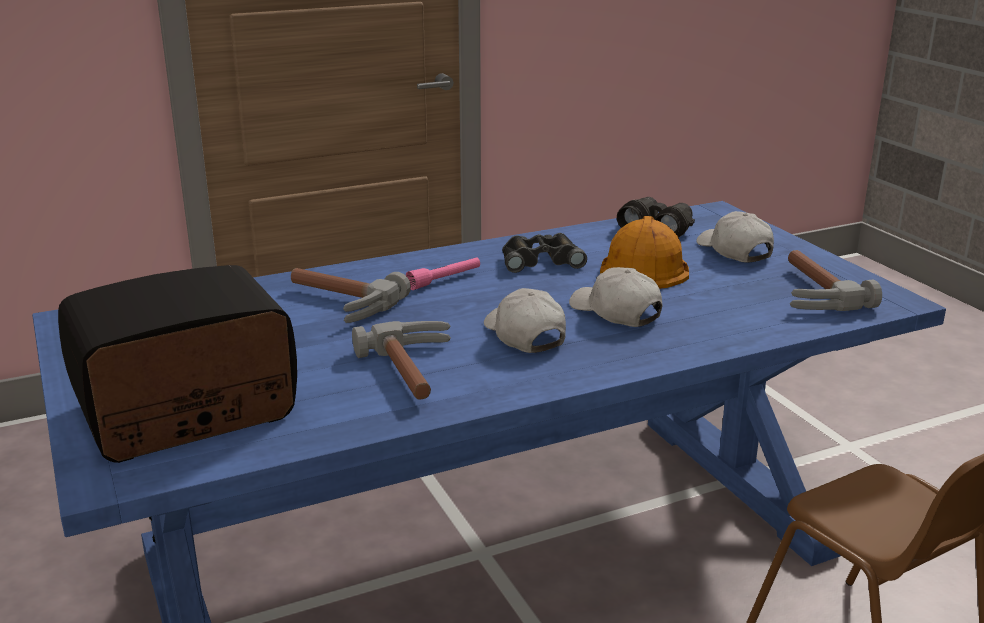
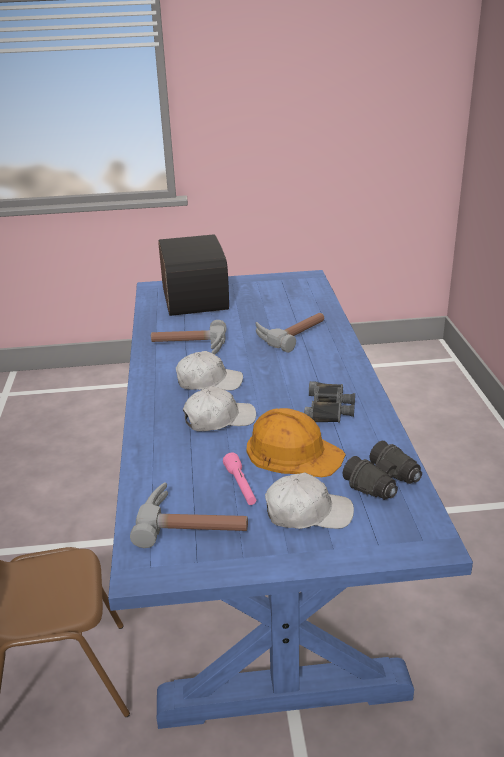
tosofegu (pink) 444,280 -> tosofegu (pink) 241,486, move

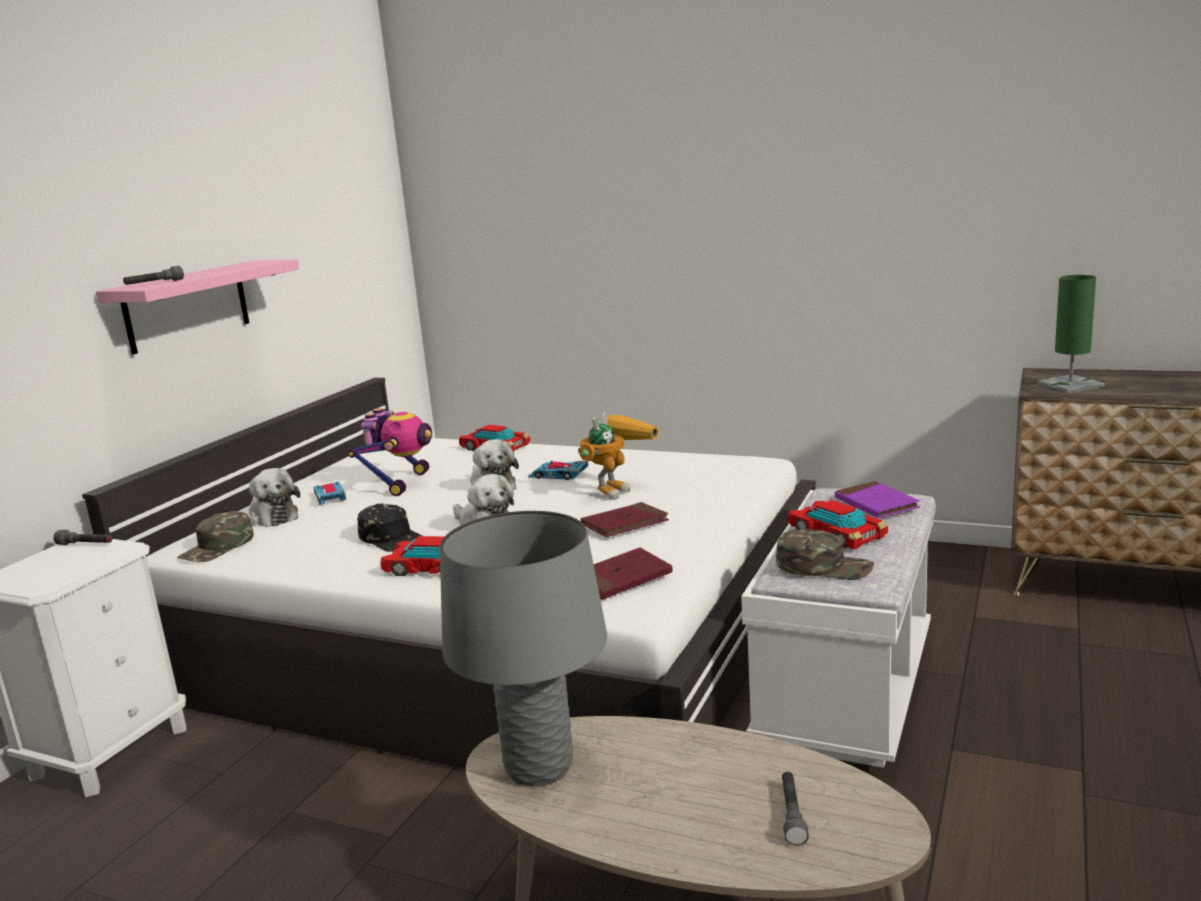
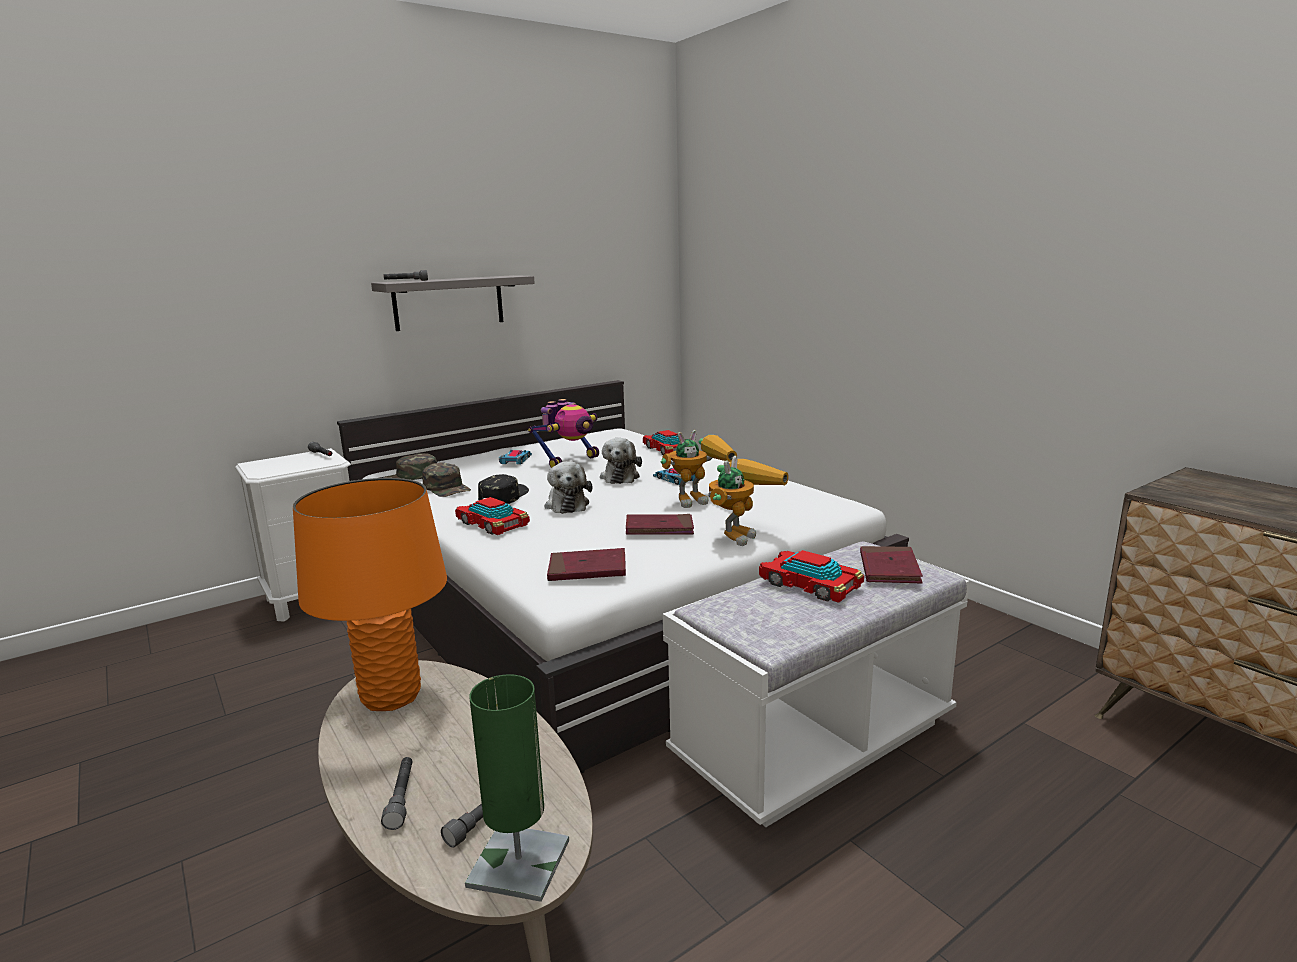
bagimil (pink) 187,306 -> bagimil (grey) 449,302
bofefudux 272,516 -> none
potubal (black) 392,538 -> potubal (black) 503,497, 150 degrees counterclockwise
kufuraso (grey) 539,767 -> kufuraso (orange) 391,696
potubal (green) 824,566 -> potubal (green) 447,488, move
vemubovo 836,533 -> vemubovo 810,584, 45 degrees counterclockwise
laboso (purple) 876,504 -> laboso (red) 889,569
kufuraso (green) 1070,385 -> kufuraso (green) 519,863, move
none -> tosofegu (grey) 401,798
none -> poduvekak 740,533

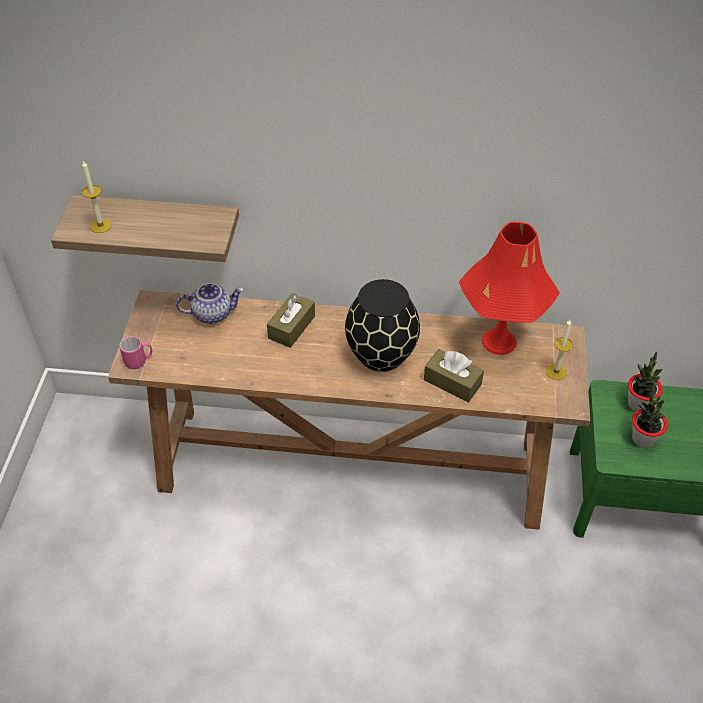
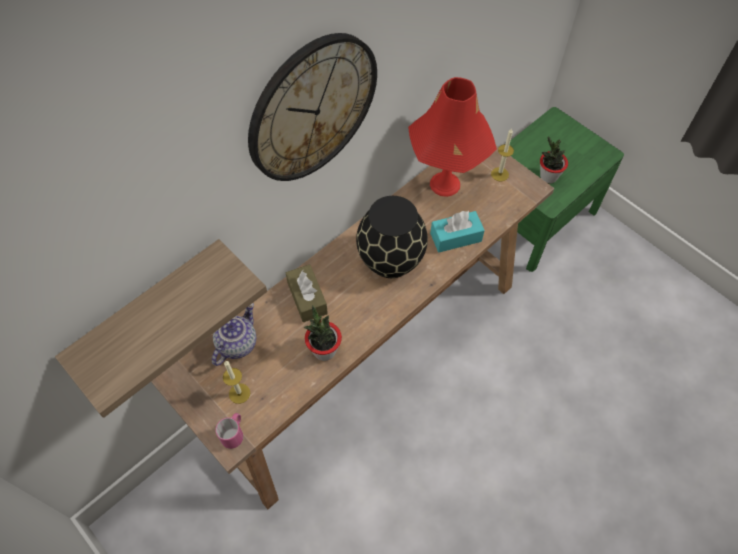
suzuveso 100,225 -> suzuveso 239,393, move
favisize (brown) 452,382 -> favisize (turquoise) 455,237
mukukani 638,404 -> mukukani 324,350, move
none -> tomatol 312,108

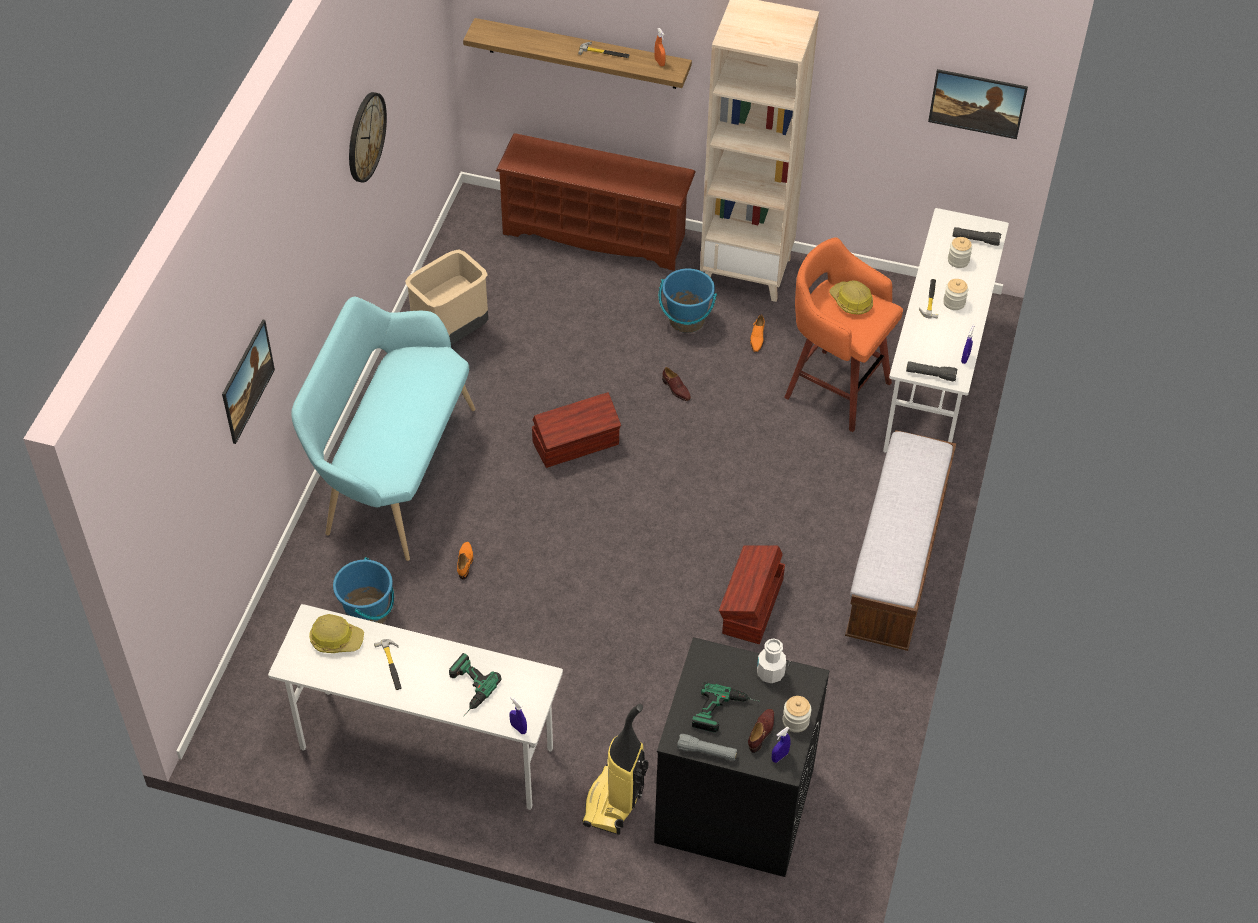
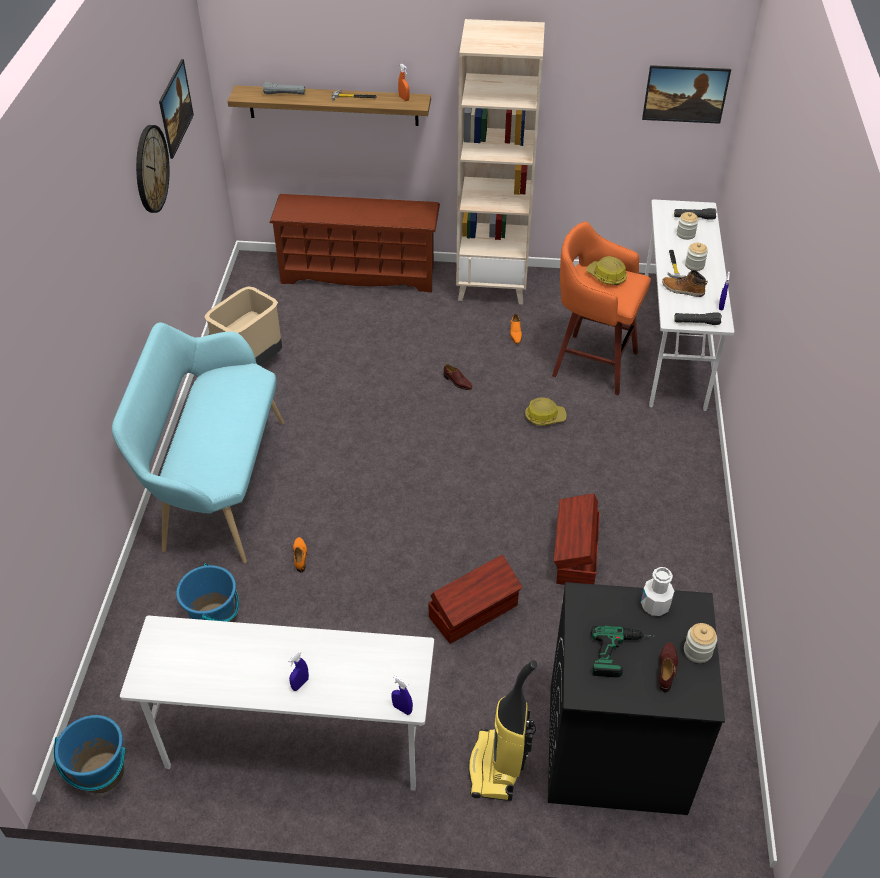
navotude 250,393 -> navotude 178,122, move
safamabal 336,639 -> safamabal 544,416, move
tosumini 392,665 -> none
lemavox 466,689 -> none
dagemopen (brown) 577,444 -> dagemopen (brown) 474,612, move
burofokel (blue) 686,320 -> burofokel (blue) 102,773, move
tosofegu (grey) 707,752 -> tosofegu (grey) 284,94, move
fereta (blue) 780,756 -> fereta (blue) 300,684, move
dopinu 896,563 -> none
none -> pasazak 682,290

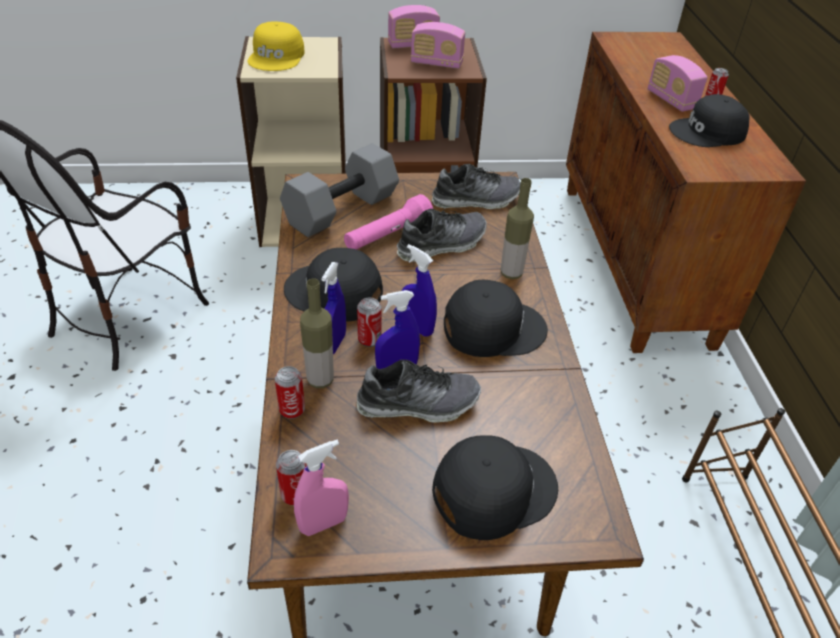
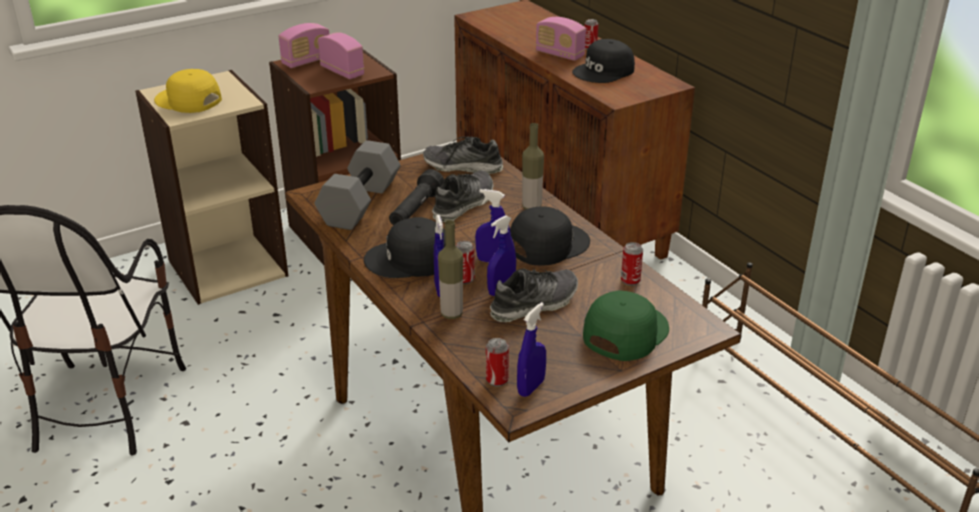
potubal (yellow) 277,57 -> potubal (yellow) 187,100, 135 degrees clockwise
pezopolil 292,410 -> pezopolil 630,280, move
fereta (pink) 323,524 -> fereta (blue) 531,387
tosofegu (pink) 388,236 -> tosofegu (black) 416,210
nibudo 436,63 -> nibudo 342,72, 120 degrees counterclockwise
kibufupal 476,200 -> kibufupal 463,167, 135 degrees counterclockwise
potubal (black) 492,489 -> potubal (green) 624,332

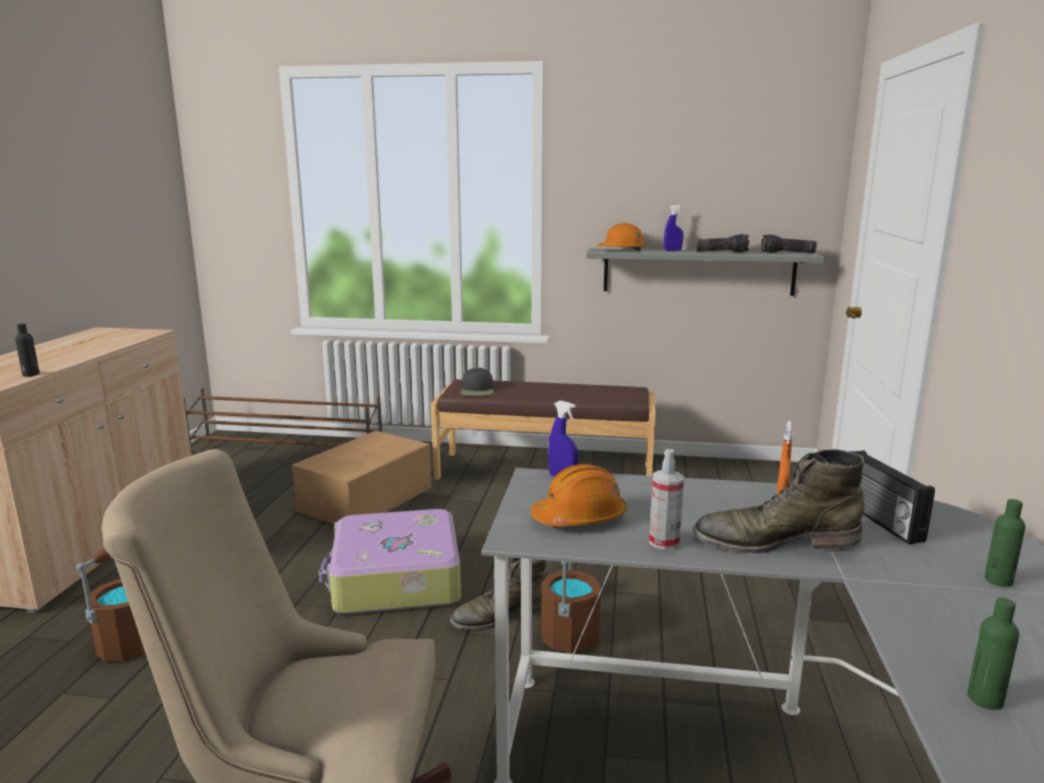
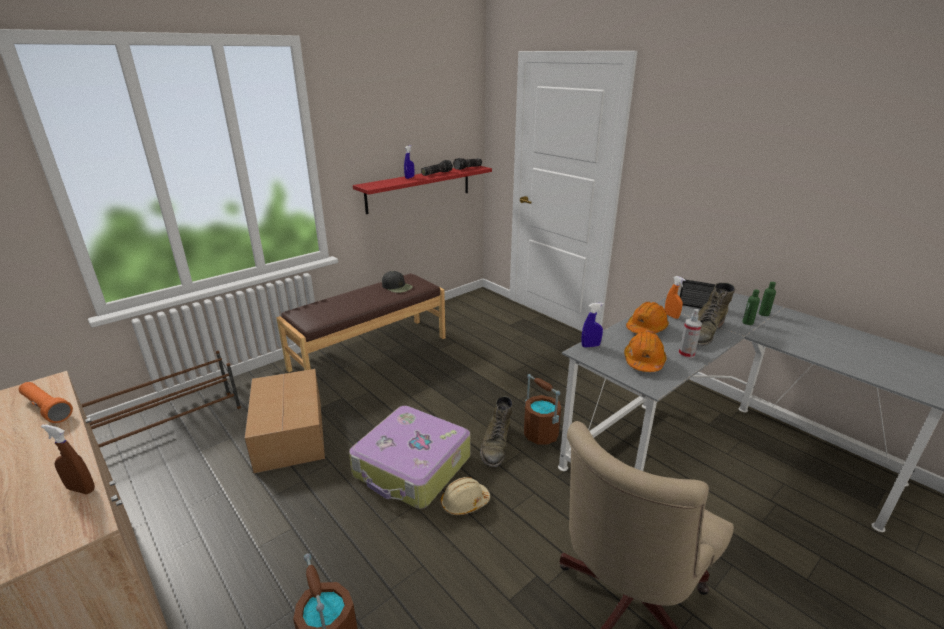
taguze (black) 31,374 -> fereta (brown) 81,489
potubal (black) 477,390 -> potubal (black) 397,287, move
bagimil (grey) 698,271 -> bagimil (red) 419,188
safamabal (orange) 622,250 -> safamabal (orange) 646,328, move
taguze (green) 985,699 -> taguze (green) 747,322, move
none -> tosofegu (orange) 46,408
none -> safamabal (beige) 464,502

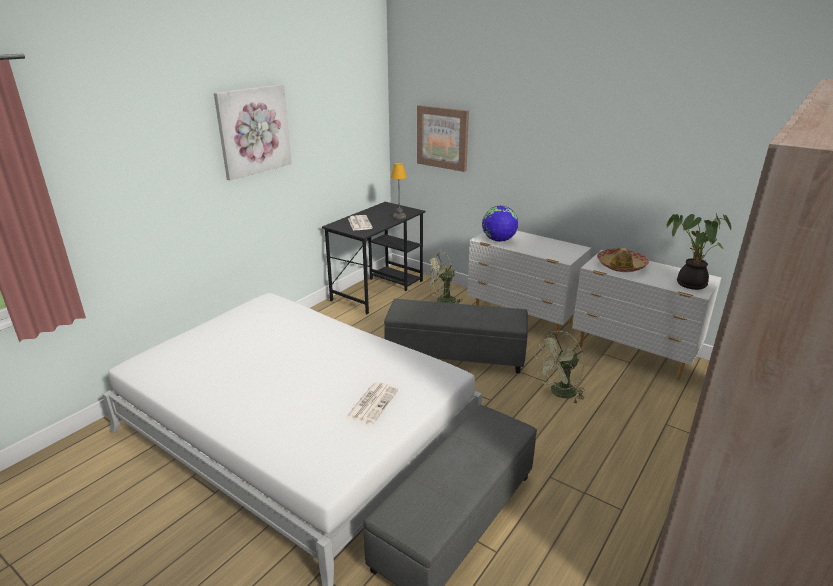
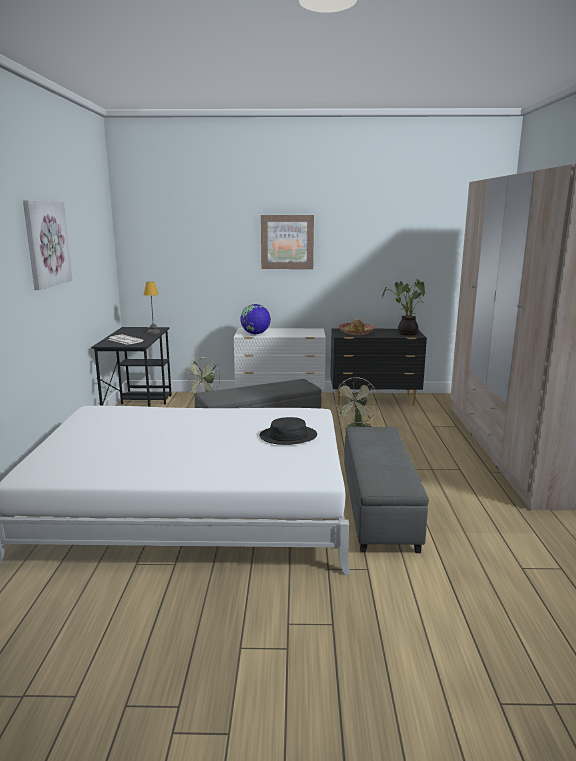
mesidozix 373,402 -> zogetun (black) 288,436
navotude 442,137 -> navotude 287,242, move
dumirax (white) 634,354 -> dumirax (black) 374,400

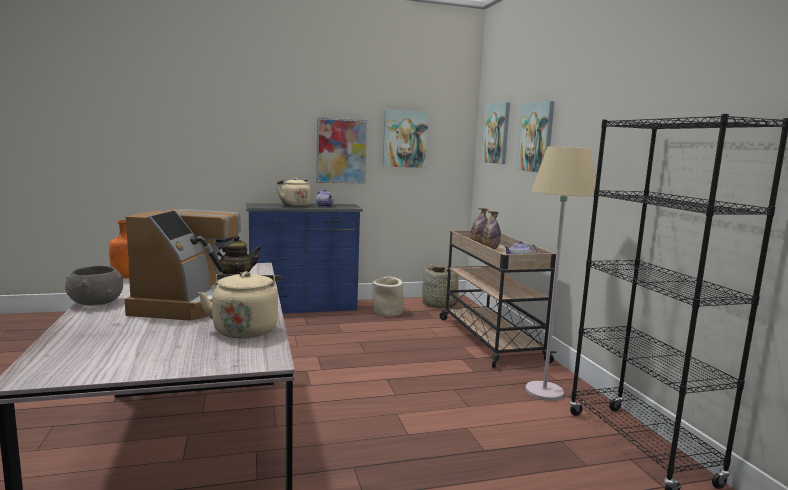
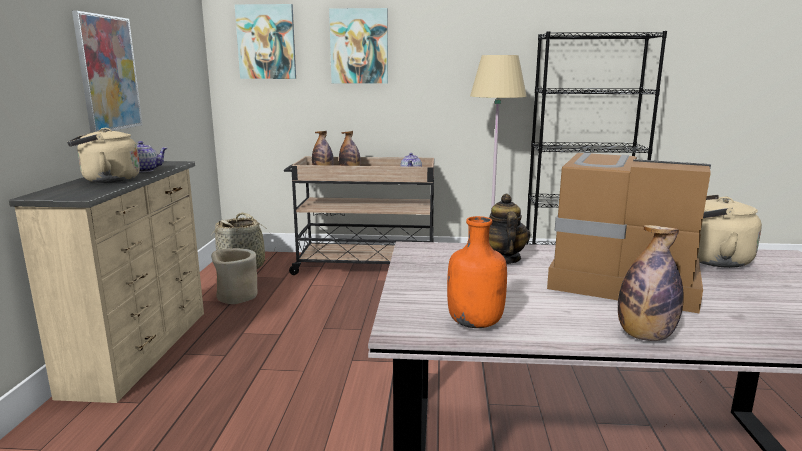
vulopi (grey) 96,302 -> taguze 645,336
dumirax (blue) 304,308 -> dumirax (beige) 143,350
navotude 405,139 -> none

